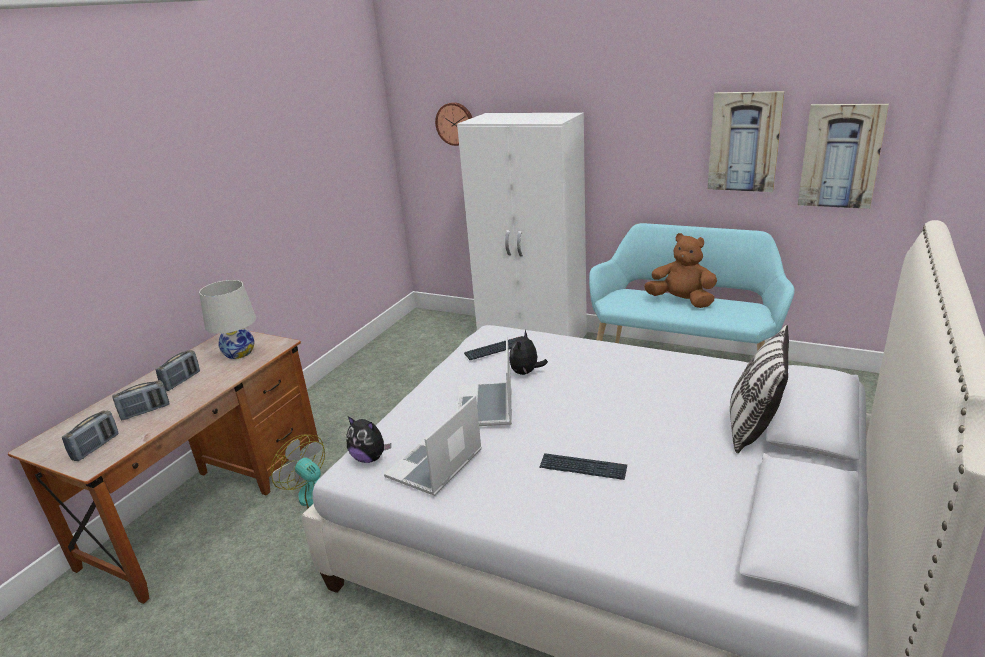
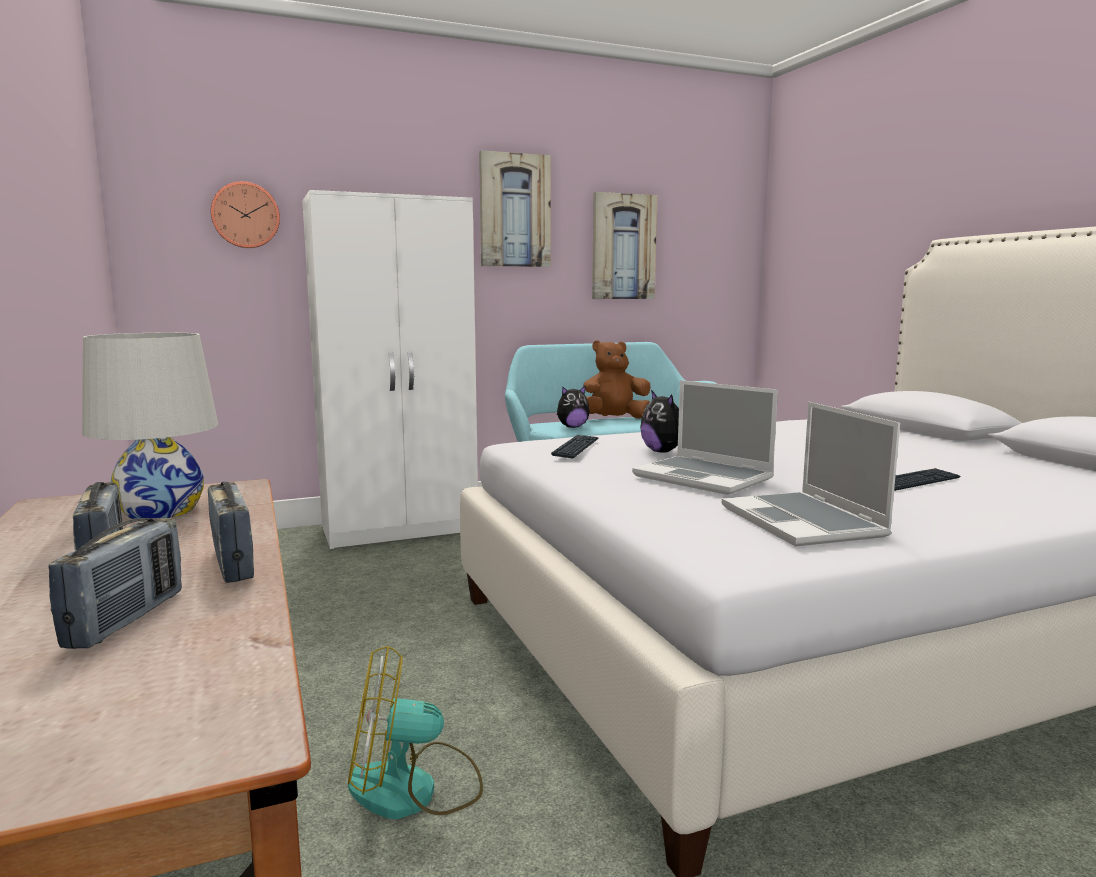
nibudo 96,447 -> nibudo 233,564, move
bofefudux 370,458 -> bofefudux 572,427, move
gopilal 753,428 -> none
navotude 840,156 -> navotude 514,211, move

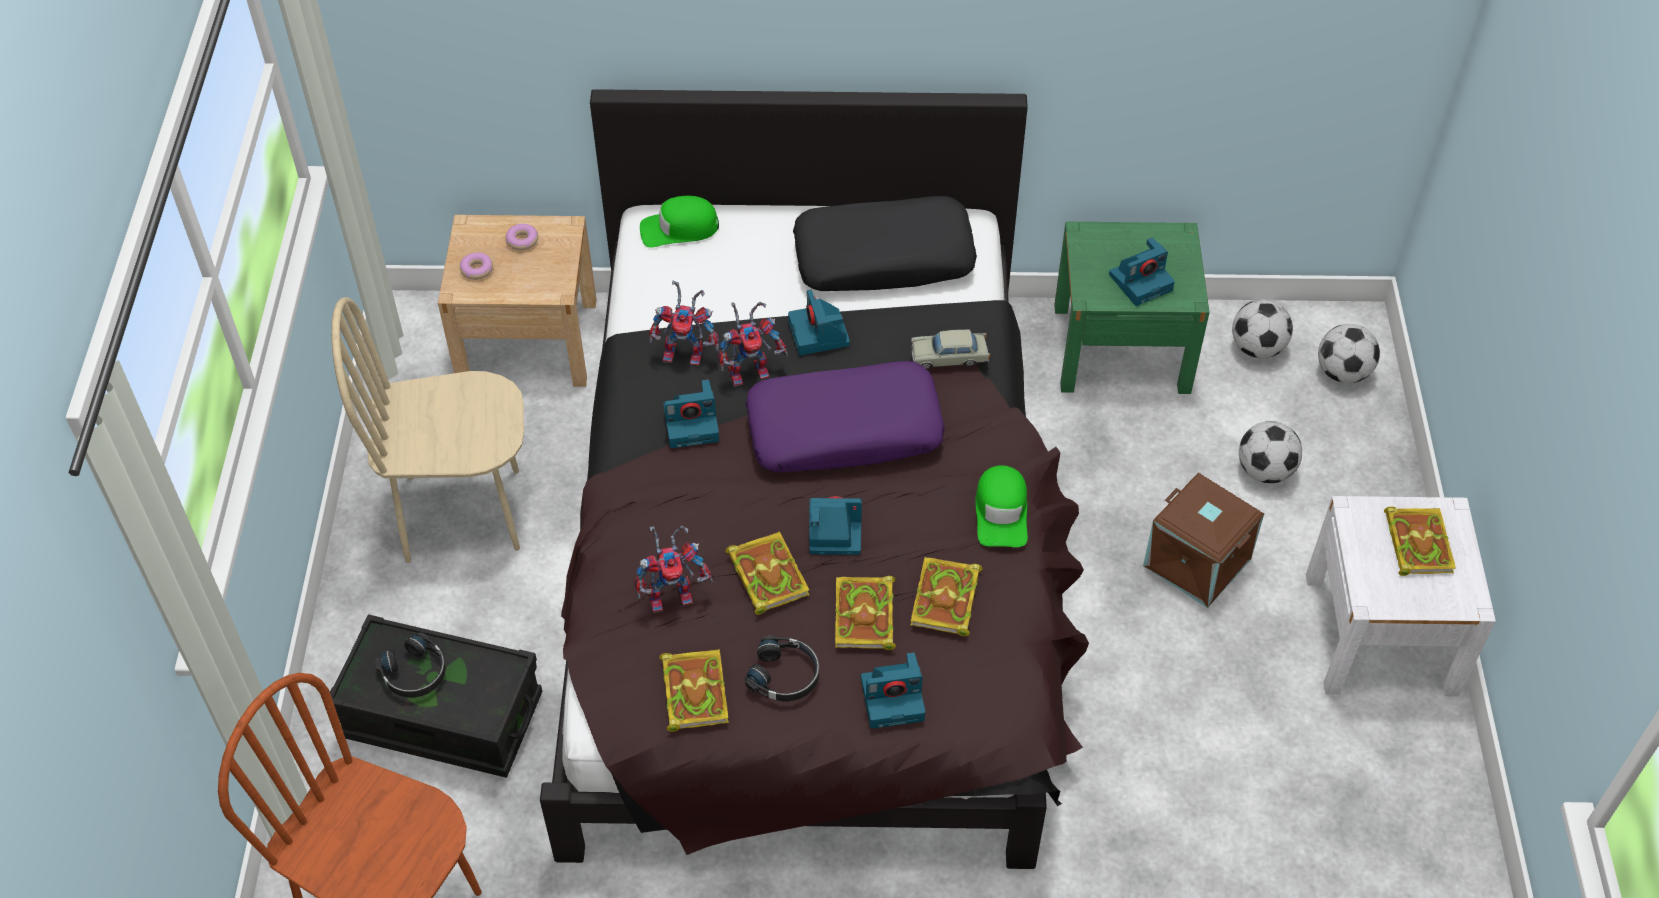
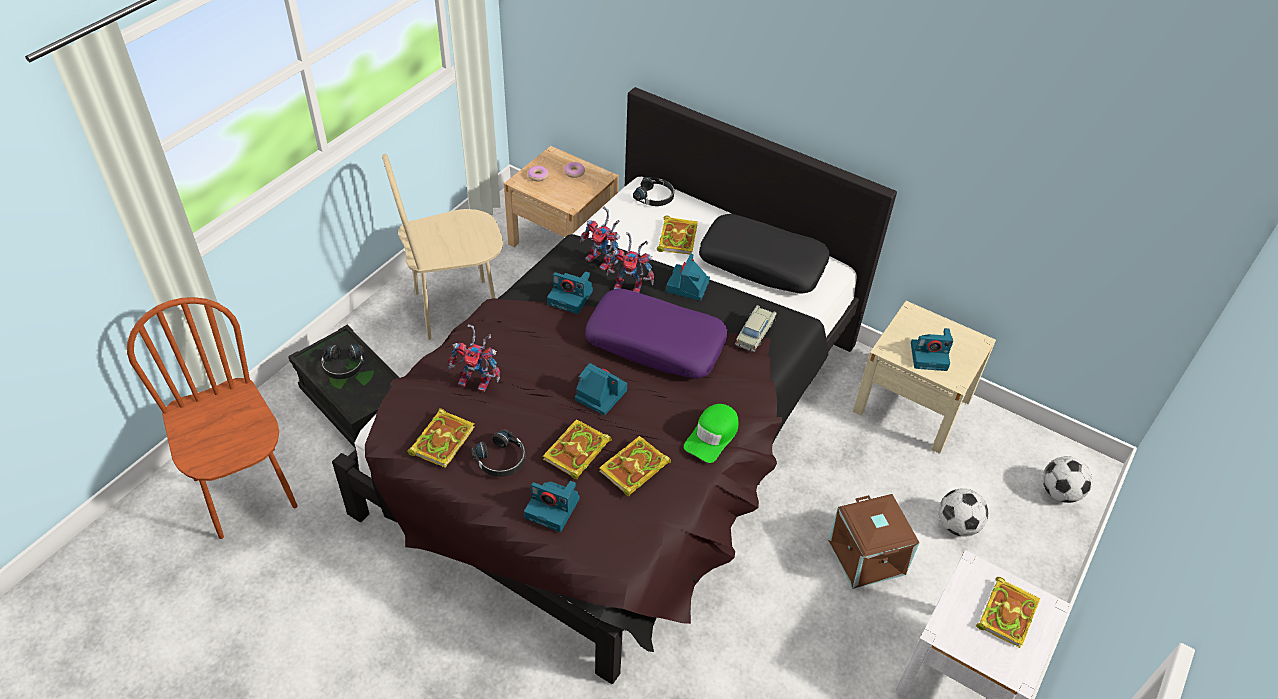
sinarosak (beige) 463,513 -> sinarosak (beige) 456,308, 45 degrees counterclockwise
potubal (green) 679,229 -> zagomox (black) 655,197
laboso 766,574 -> laboso 677,237, move
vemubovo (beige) 949,357 -> vemubovo (beige) 754,333, 90 degrees clockwise
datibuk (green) 1121,348 -> datibuk (beige) 912,405
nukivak 1257,348 -> none

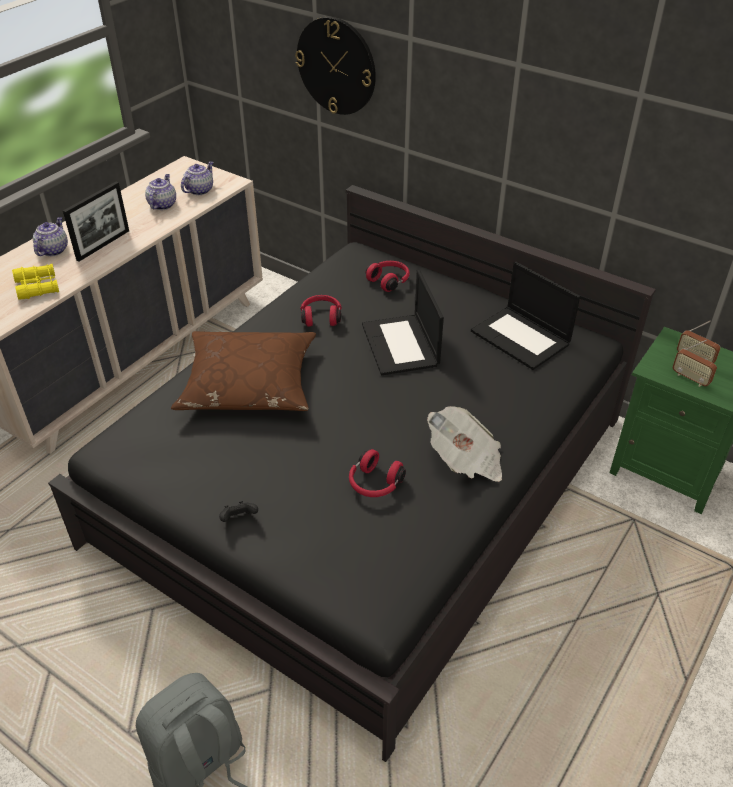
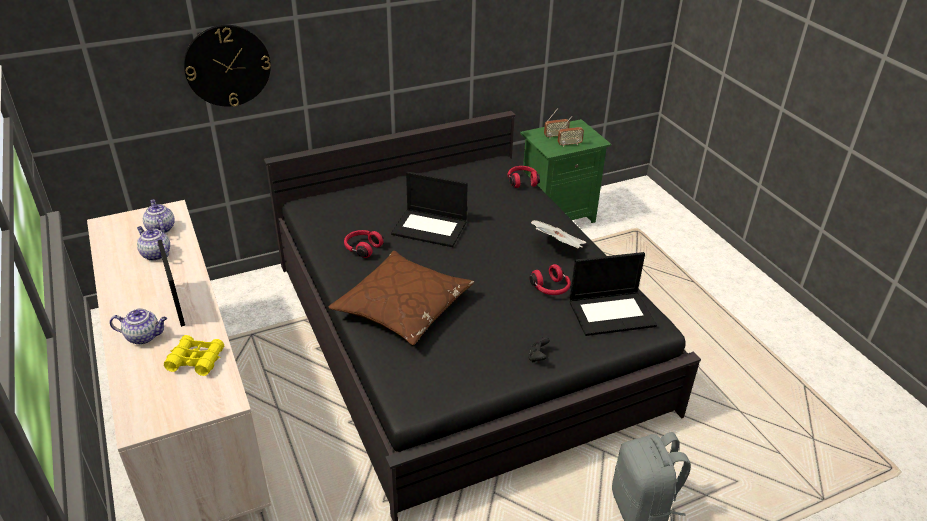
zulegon 53,250 -> zulegon 144,336, 135 degrees clockwise
zagomox (red) 389,281 -> zagomox (red) 522,181, move
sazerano 521,338 -> sazerano 612,313, move

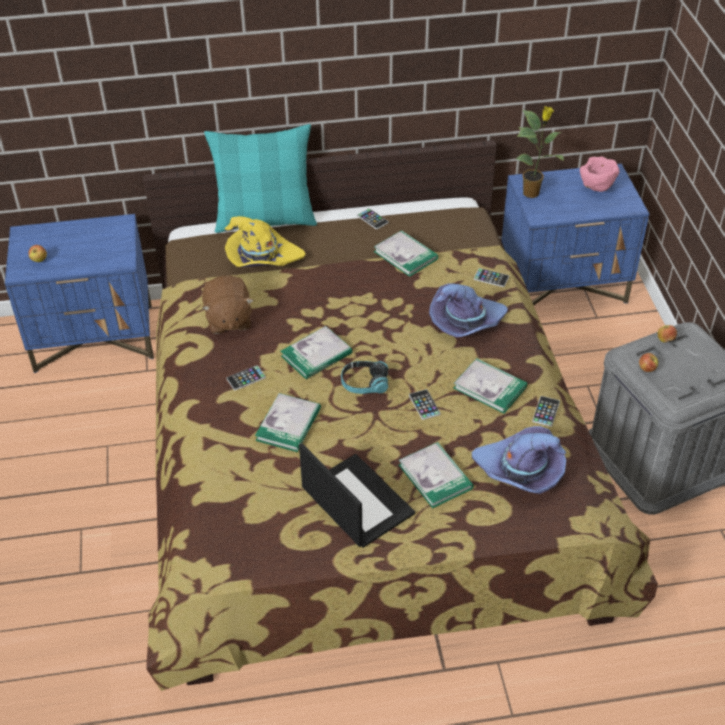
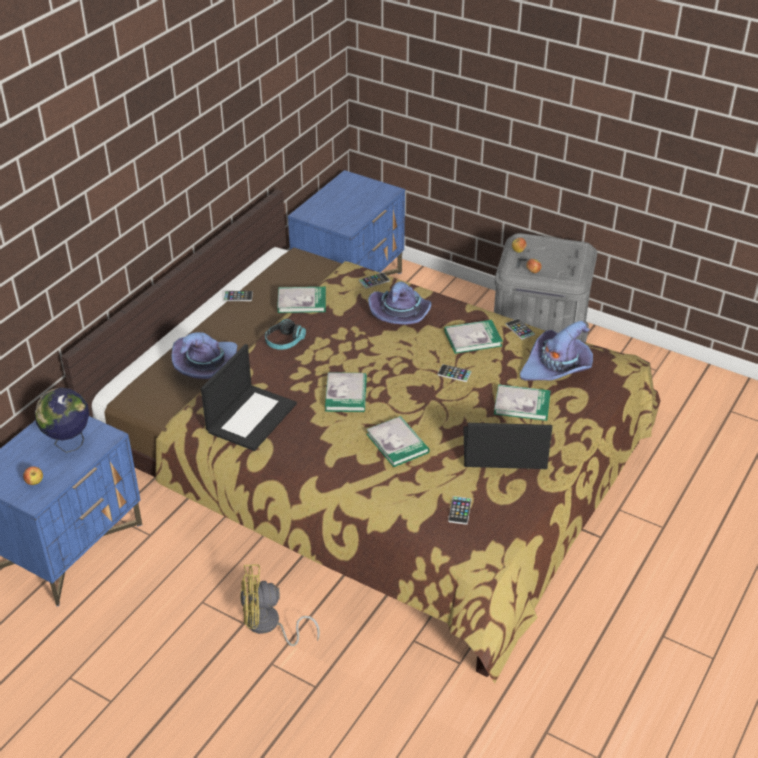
bofefudux (brown) 228,319 -> sazerano 251,417
gopilal (turquoise) 265,219 -> none
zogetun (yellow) 262,257 -> zogetun (purple) 207,366
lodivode 246,378 -> lodivode 459,510, move
zagomox 364,383 -> zagomox 284,341, move
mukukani 532,193 -> none
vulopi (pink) 596,188 -> none
none -> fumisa 68,444
none -> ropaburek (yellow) 268,625

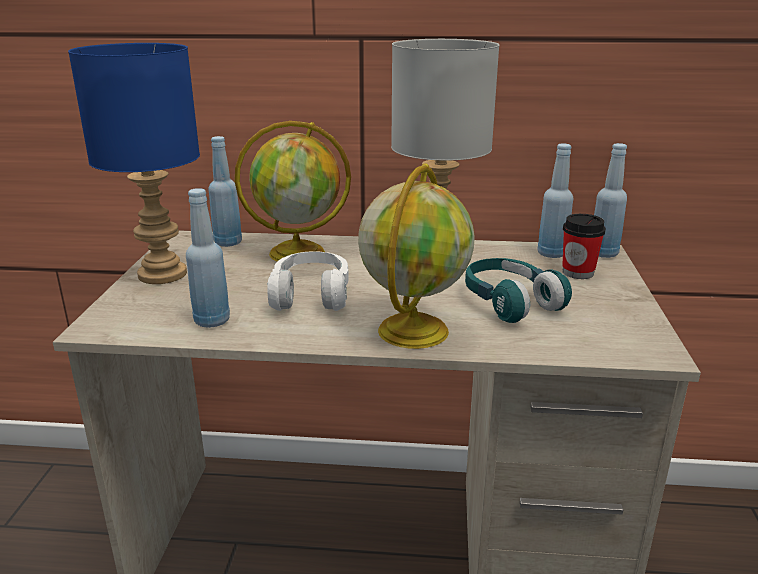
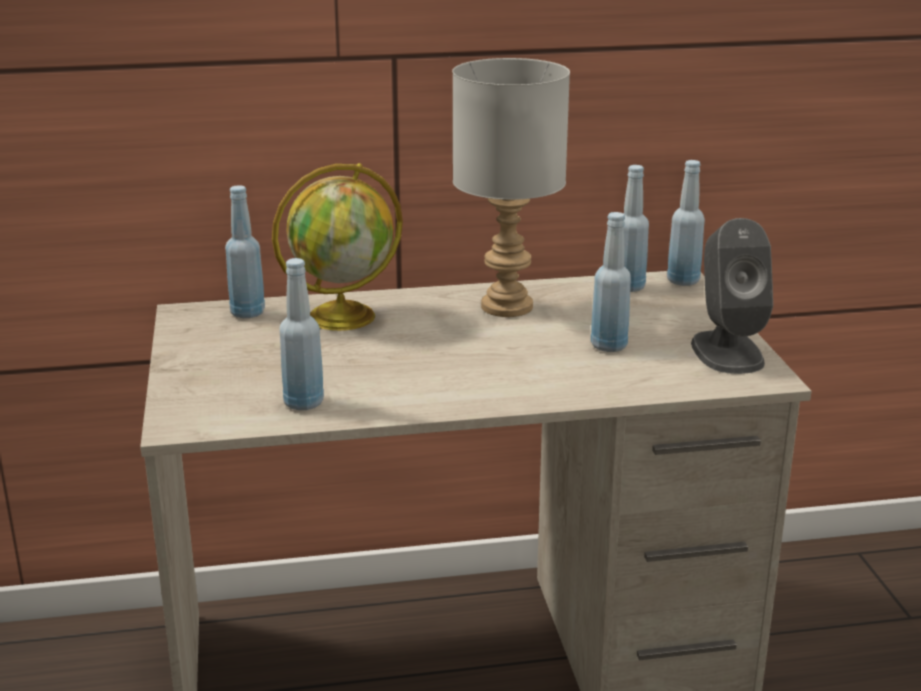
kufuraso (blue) 164,273 -> none
zagomox (white) 311,295 -> none
fumisa 413,329 -> none
zagomox (turquoise) 510,302 -> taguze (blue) 609,346
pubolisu 578,272 -> none
none -> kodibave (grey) 727,352

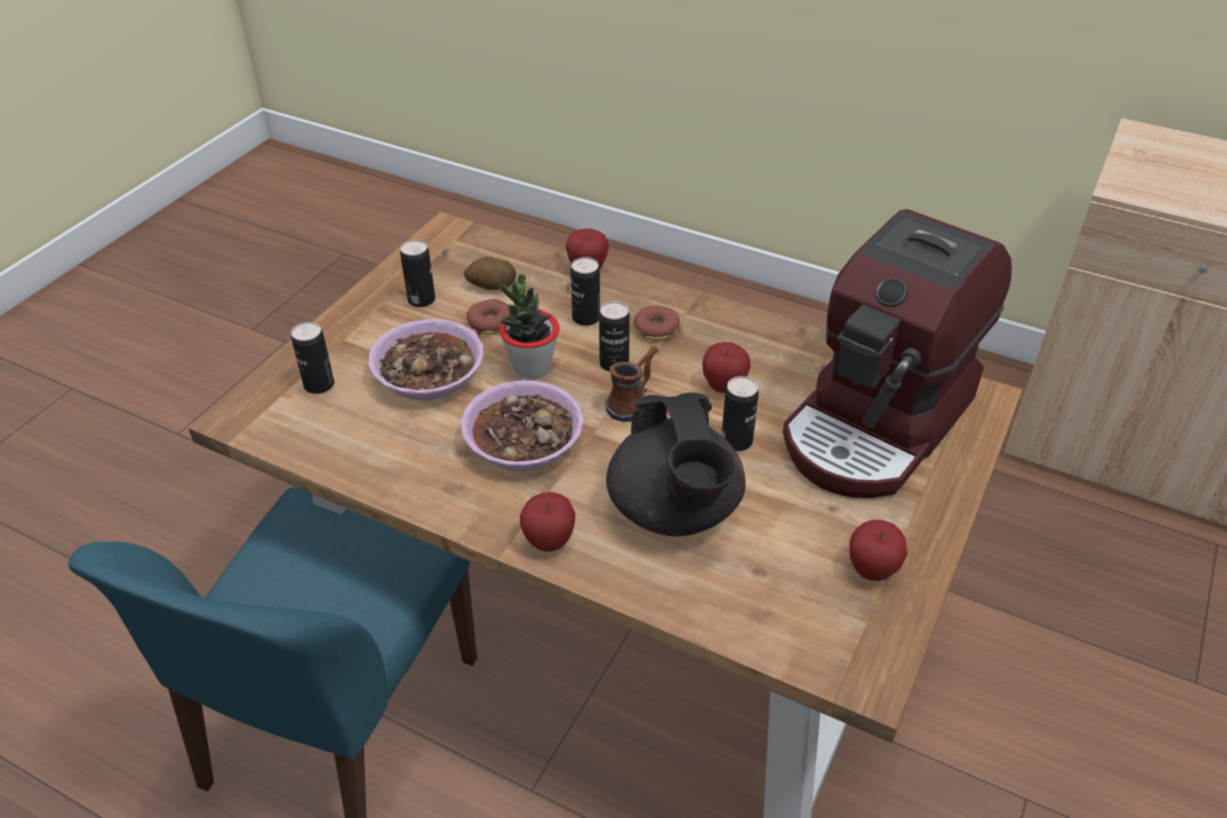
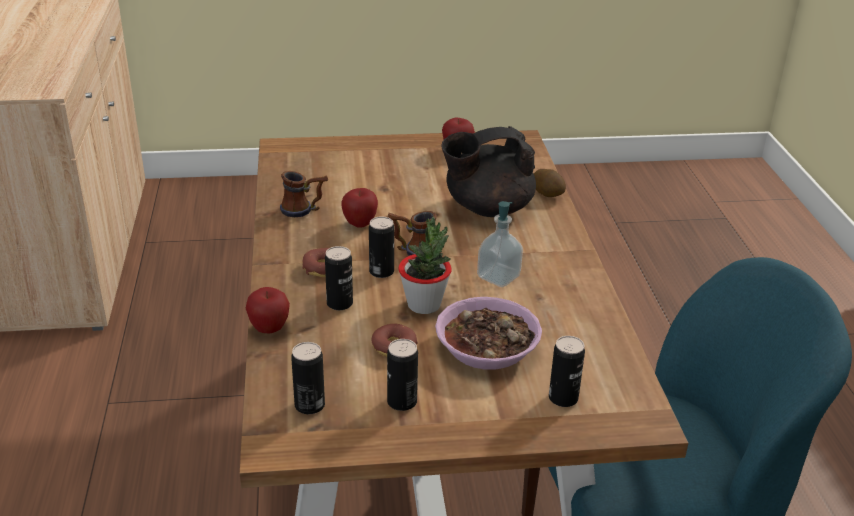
vulopi 524,441 -> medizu 498,277
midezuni 491,286 -> midezuni 548,193, move
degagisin 549,542 -> none
zulegon (black) 675,511 -> zulegon (black) 487,208, 150 degrees counterclockwise
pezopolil 736,441 -> pezopolil 309,405, move
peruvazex 878,424 -> none
none -> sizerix 304,210

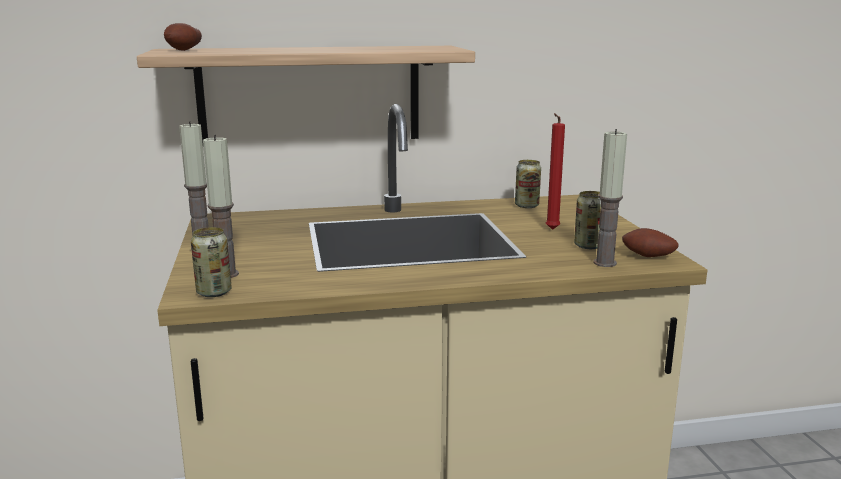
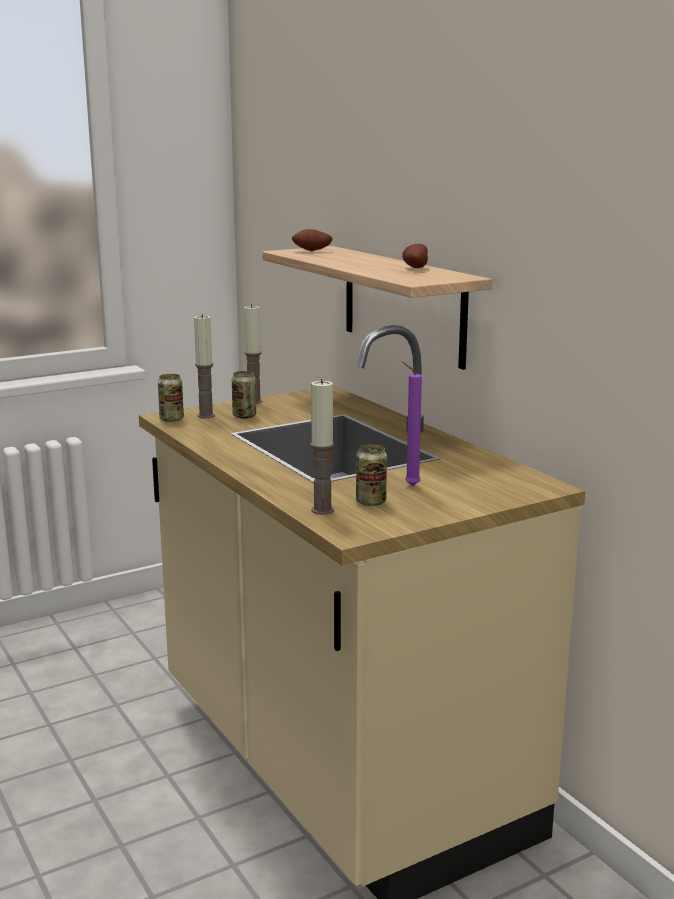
pezopolil 527,206 -> pezopolil 244,416, move
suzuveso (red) 551,230 -> suzuveso (purple) 409,486
midezuni 648,257 -> midezuni 414,268, move

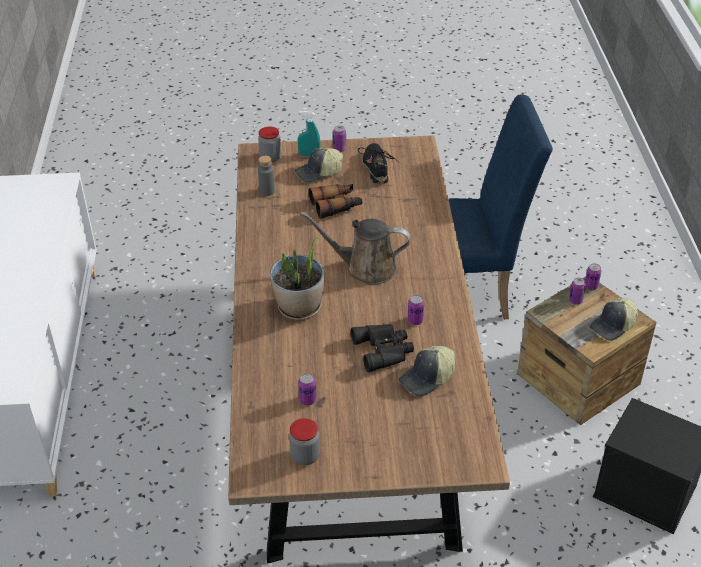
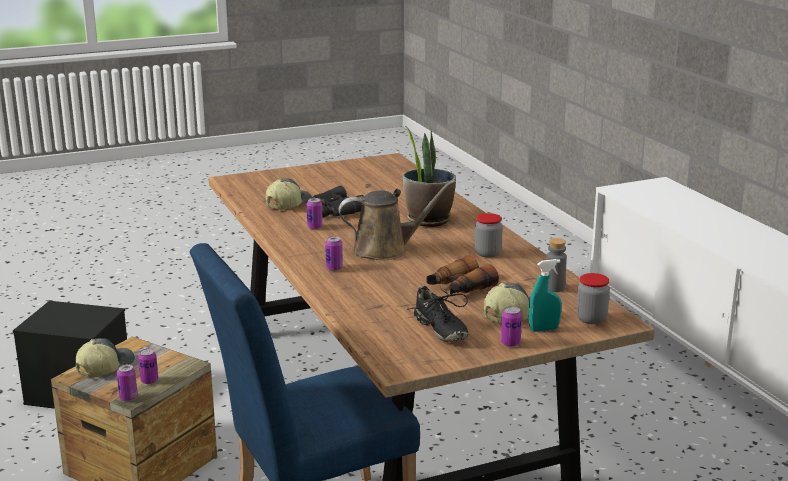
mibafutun 305,456 -> mibafutun 487,253, move
pezopolil 308,400 -> pezopolil 334,268, move

